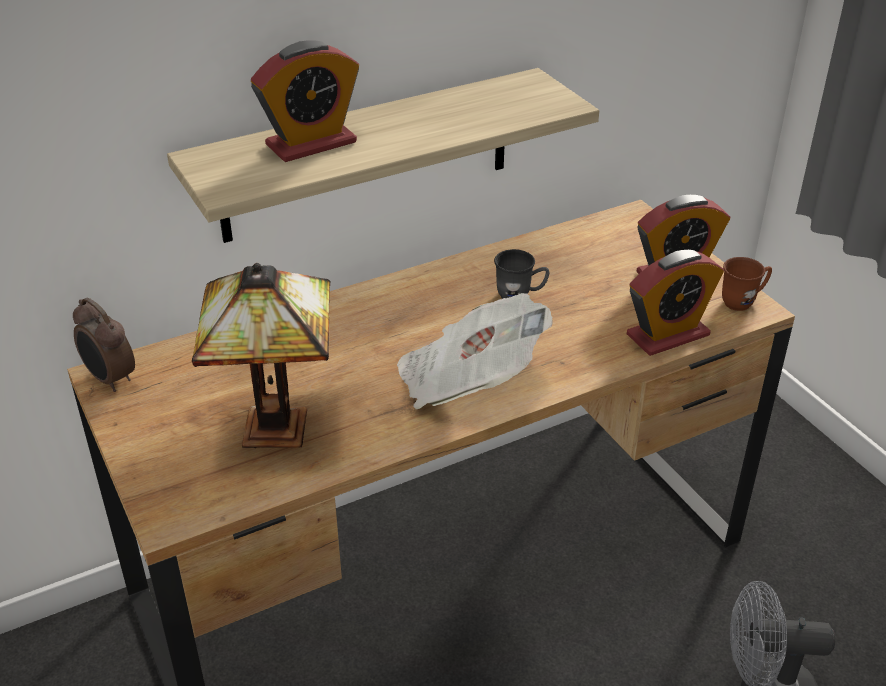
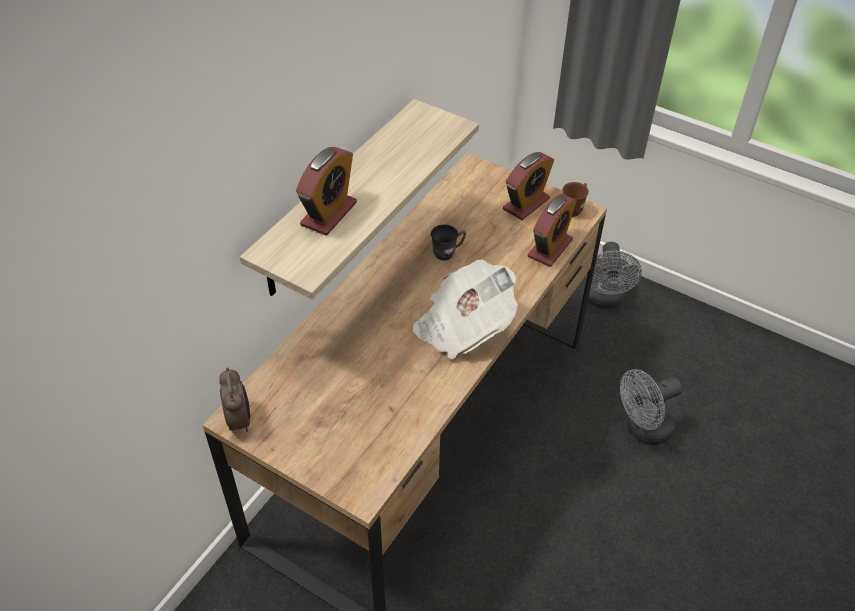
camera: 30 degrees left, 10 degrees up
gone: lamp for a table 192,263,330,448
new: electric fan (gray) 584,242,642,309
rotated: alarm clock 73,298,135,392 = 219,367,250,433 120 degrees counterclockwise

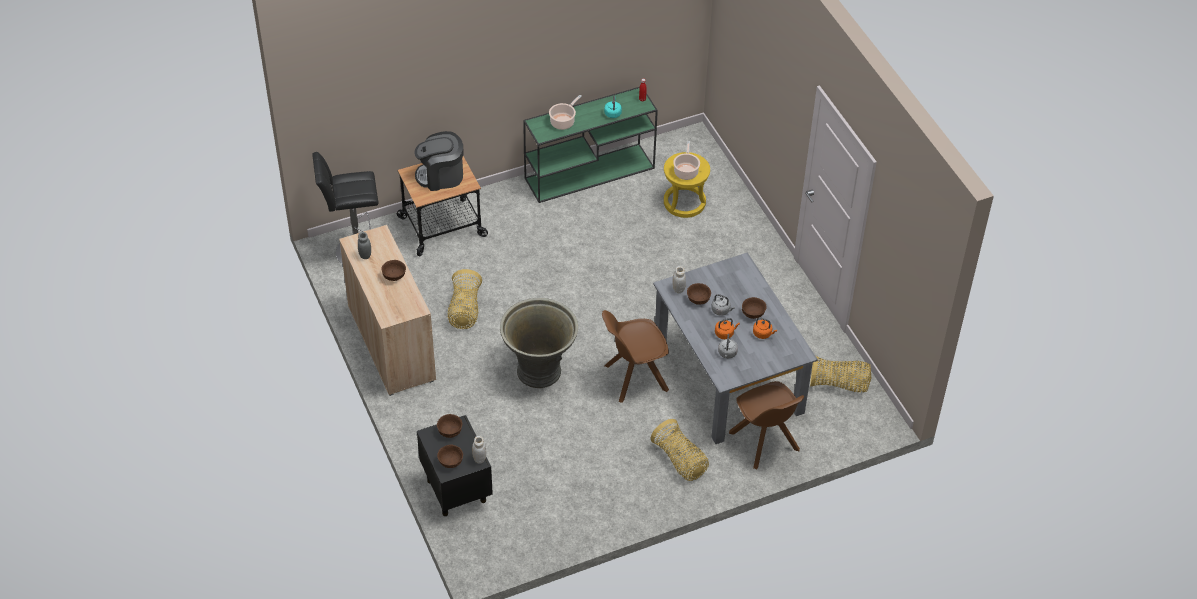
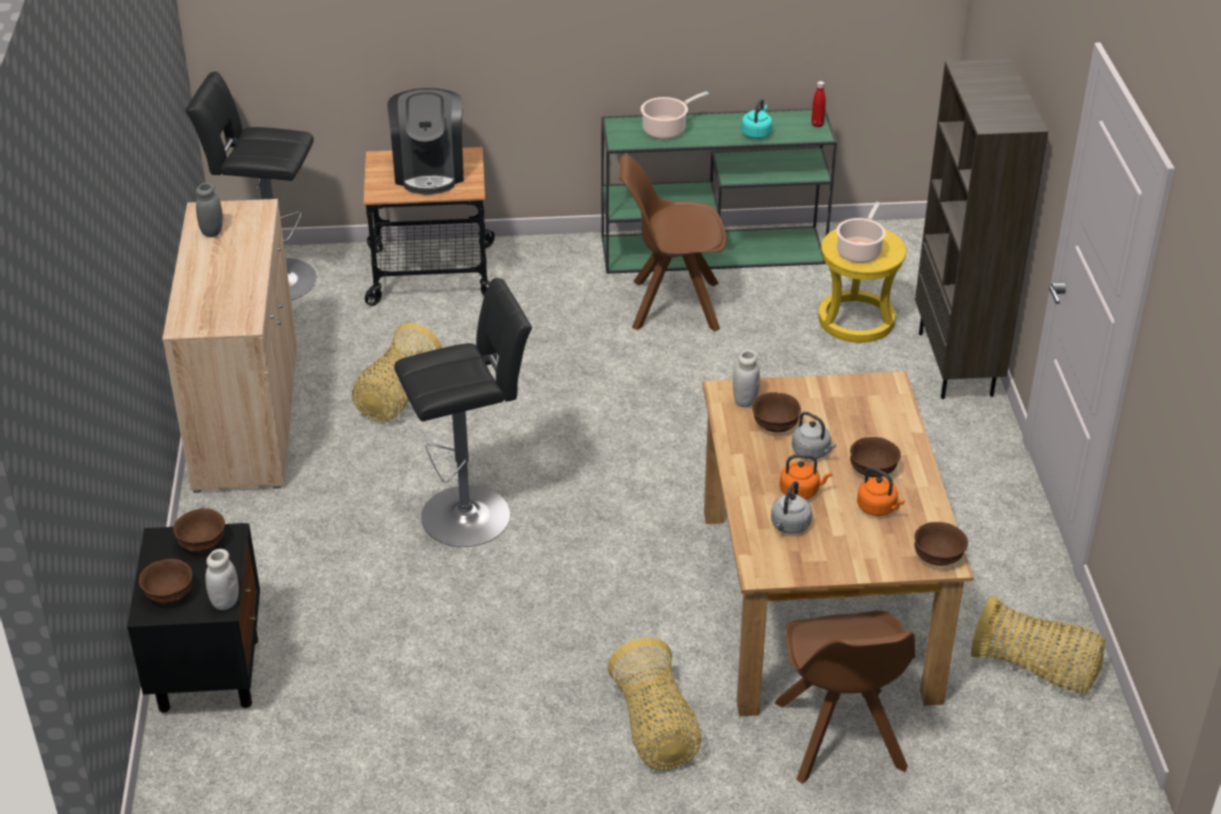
camera: 20 degrees right, 10 degrees down
new: shelving unit (brown-coloured) 915,59,1048,399
shifted: serving bowl (brown-coloured) 381,260,406,281 to 914,522,968,566; chair (brown-coloured) 602,310,669,403 to 619,154,726,331
swapped: planter (gray) 500,298,578,388 to sitting stool (blackish) 394,278,532,547
repainted: dining table (gray) 653,252,818,444 to dining table (brown-coloured) 702,371,974,717
rotated: coffee brewer 414,131,463,191 = 387,88,464,195 105 degrees counterclockwise

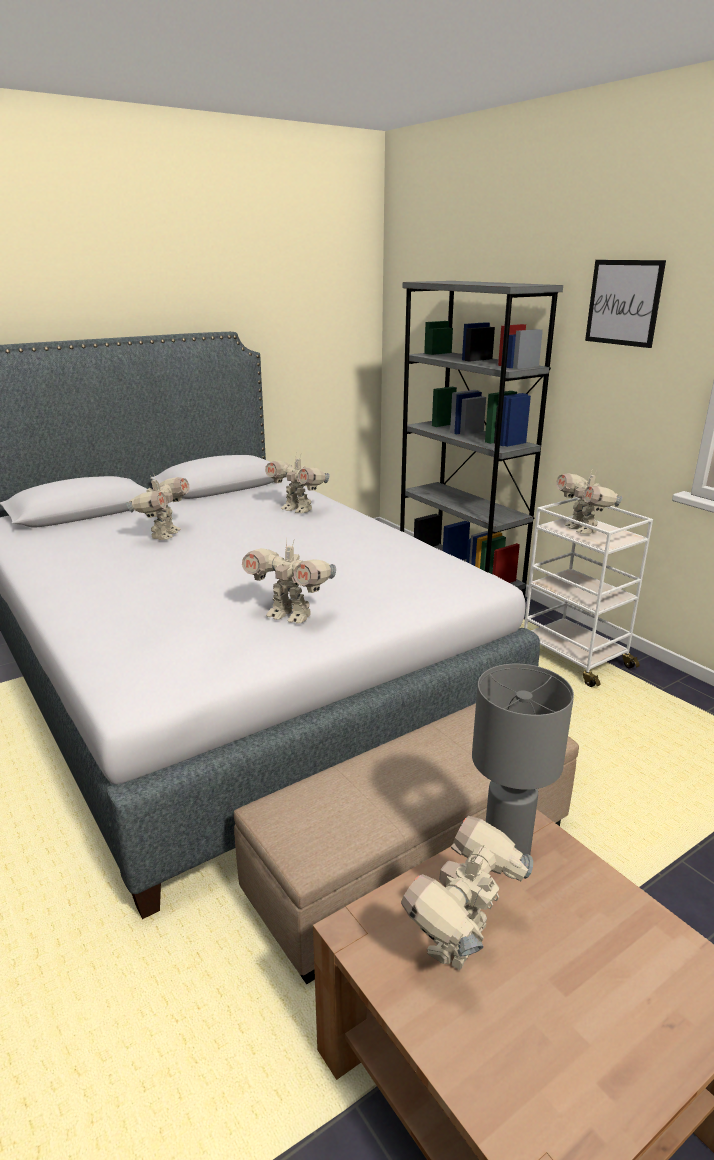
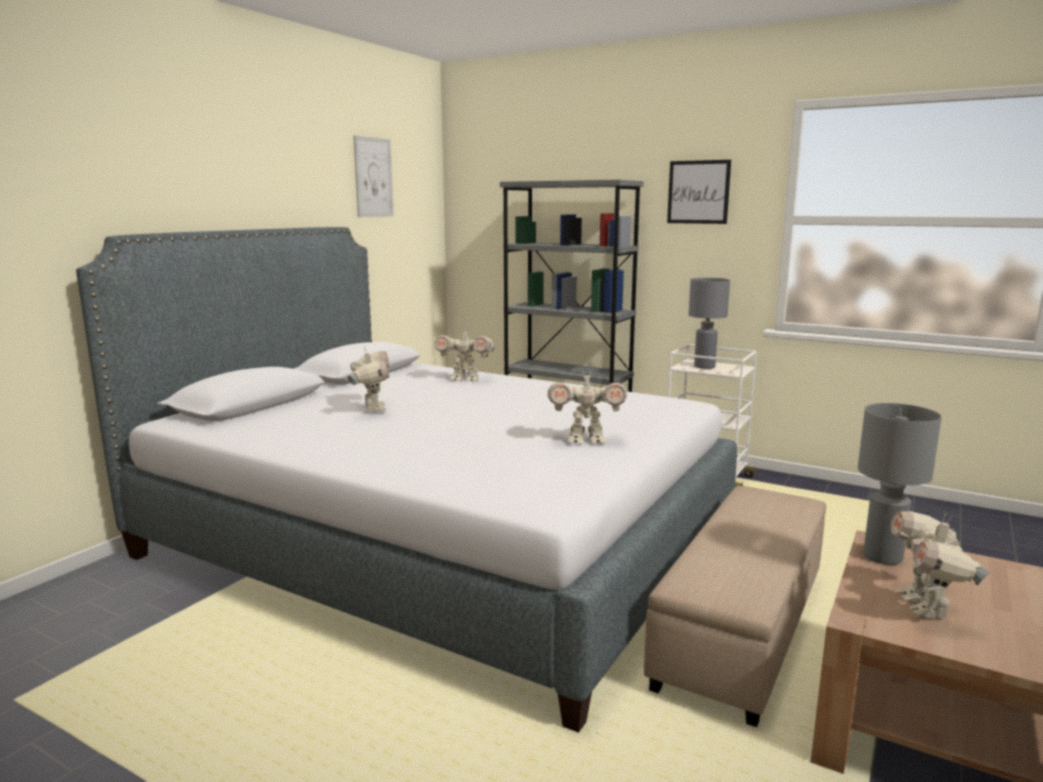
camera: 25 degrees left, 10 degrees down
new: wall art 353,135,394,217
swapped: toy robot 556,468,623,534 to lamp for a table (gray) 689,278,730,369

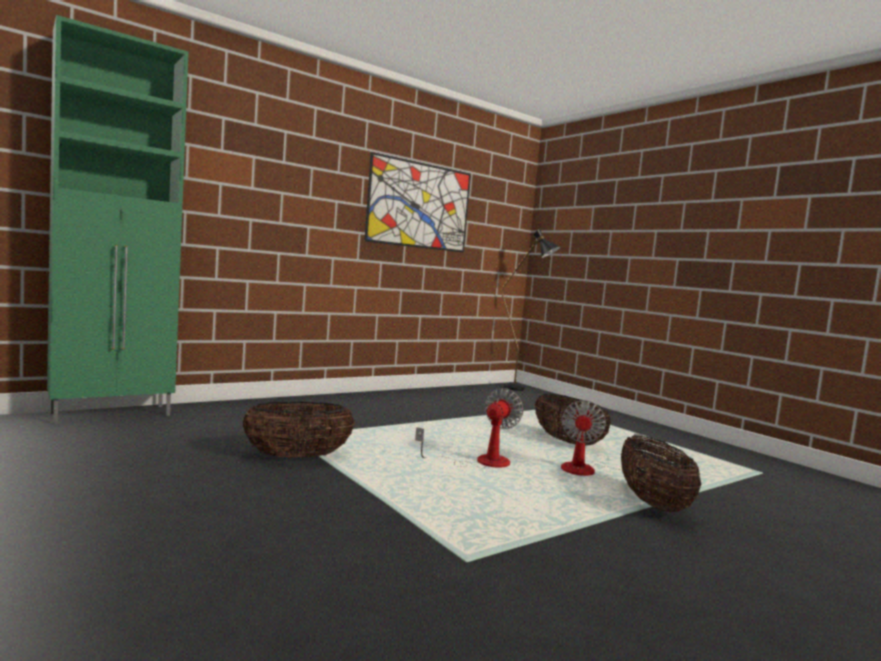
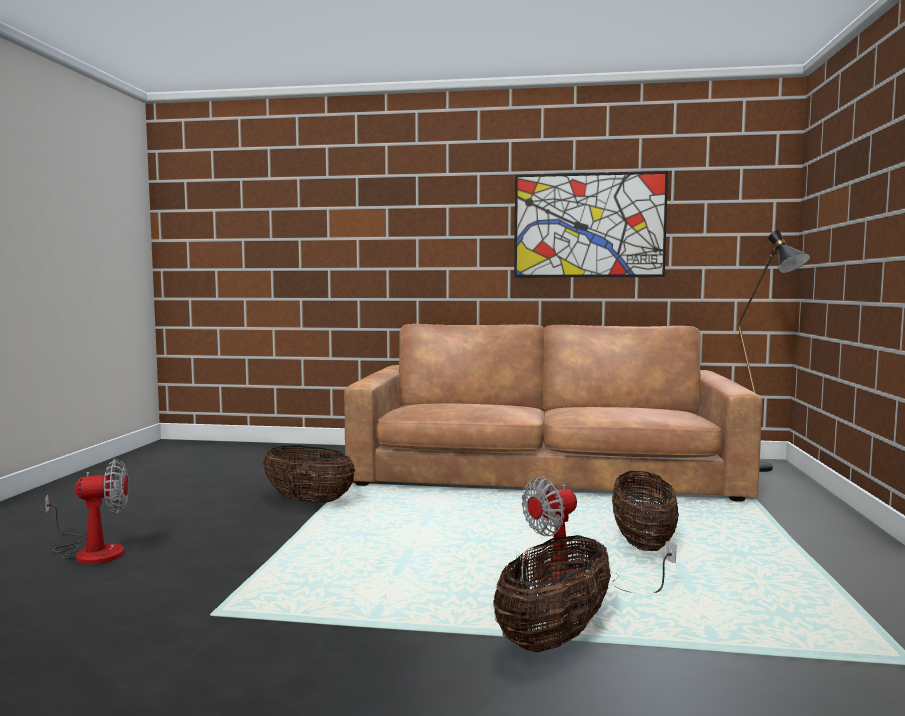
camera: 45 degrees right, 0 degrees up
gone: storage cabinet (green) 47,15,189,424
new: settee (brown-coloured) 344,324,762,502
shifted: electric fan 415,388,523,468 to 45,459,129,564

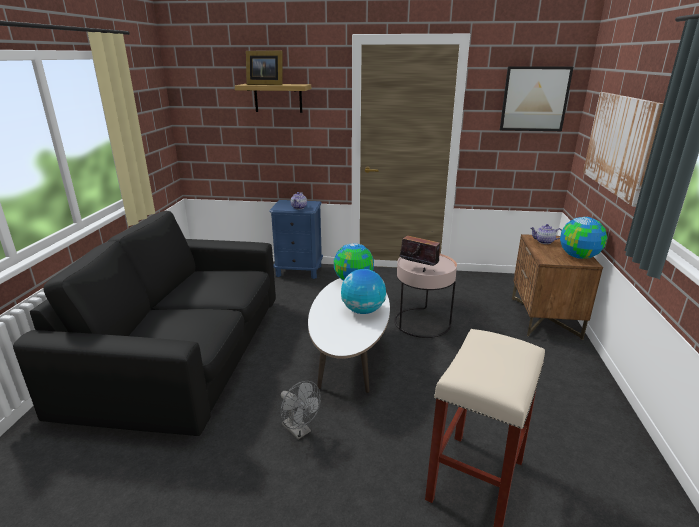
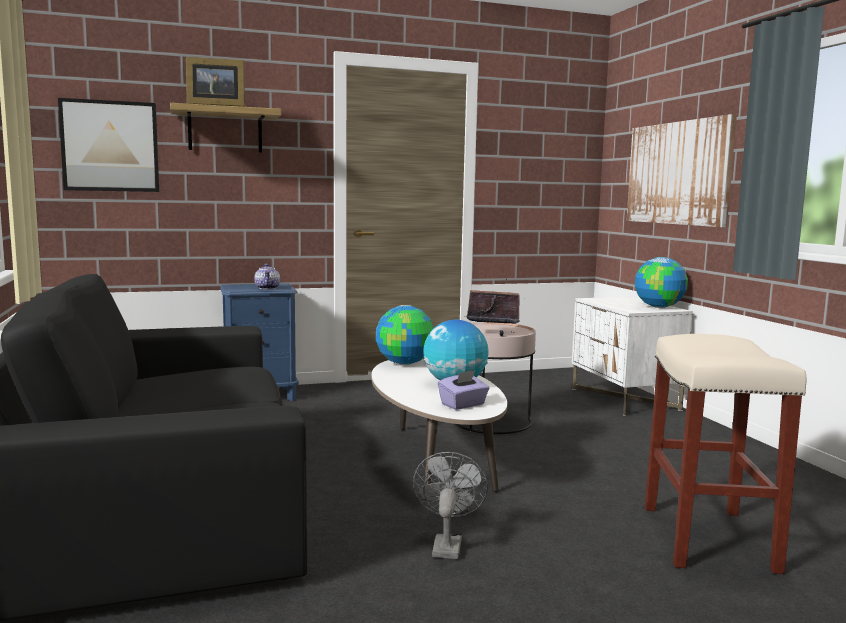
camera: 25 degrees left, 15 degrees down
gone: tea pot 531,224,562,244
new: tissue box (purple) 438,370,489,410
shifted: wall art 500,66,573,131 to 58,98,159,192
repainted: bedside table (brown-coloured) 512,234,603,340 to bedside table (white) 572,297,693,416
rotated: electric fan (gray) 280,381,321,440 = 413,452,488,559 105 degrees counterclockwise

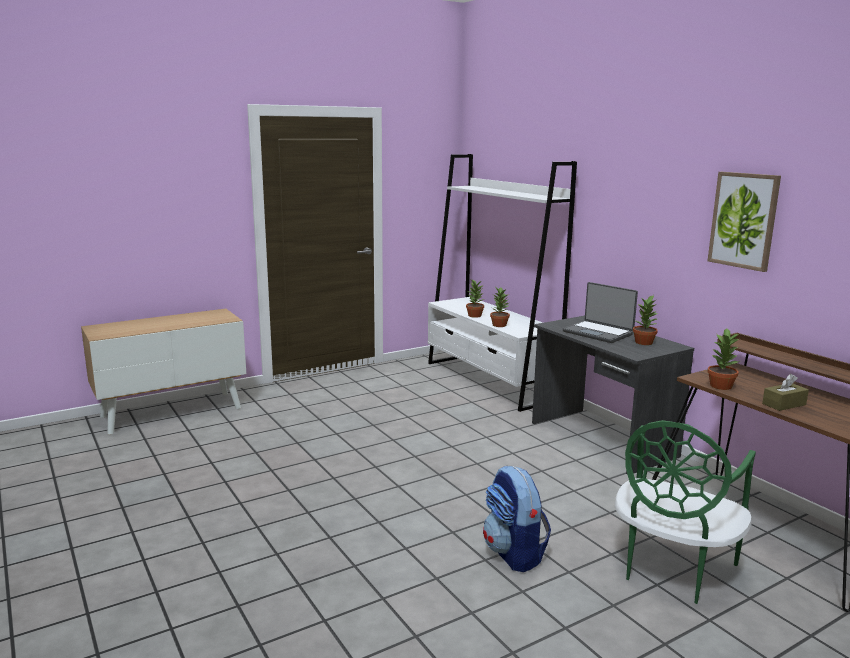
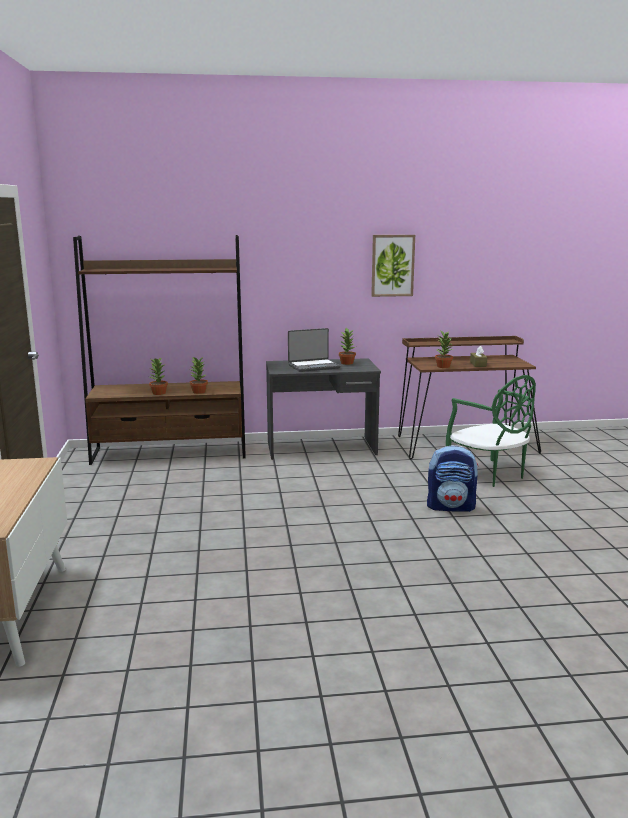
camera: 65 degrees left, 0 degrees up
repainted: shelving unit (white) 428,154,577,412 to shelving unit (brown-coloured) 73,235,246,465

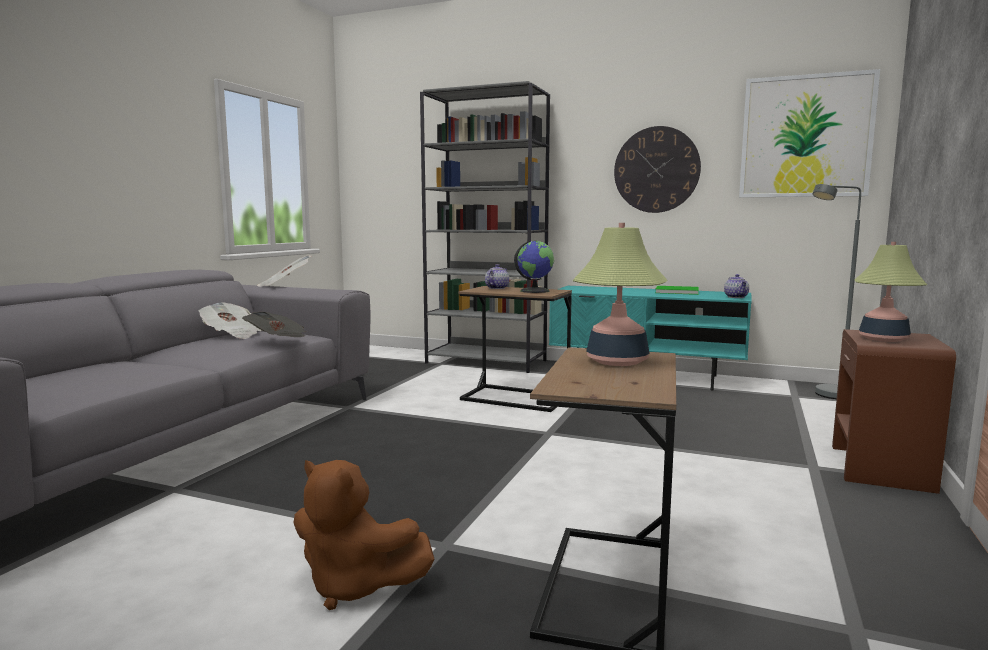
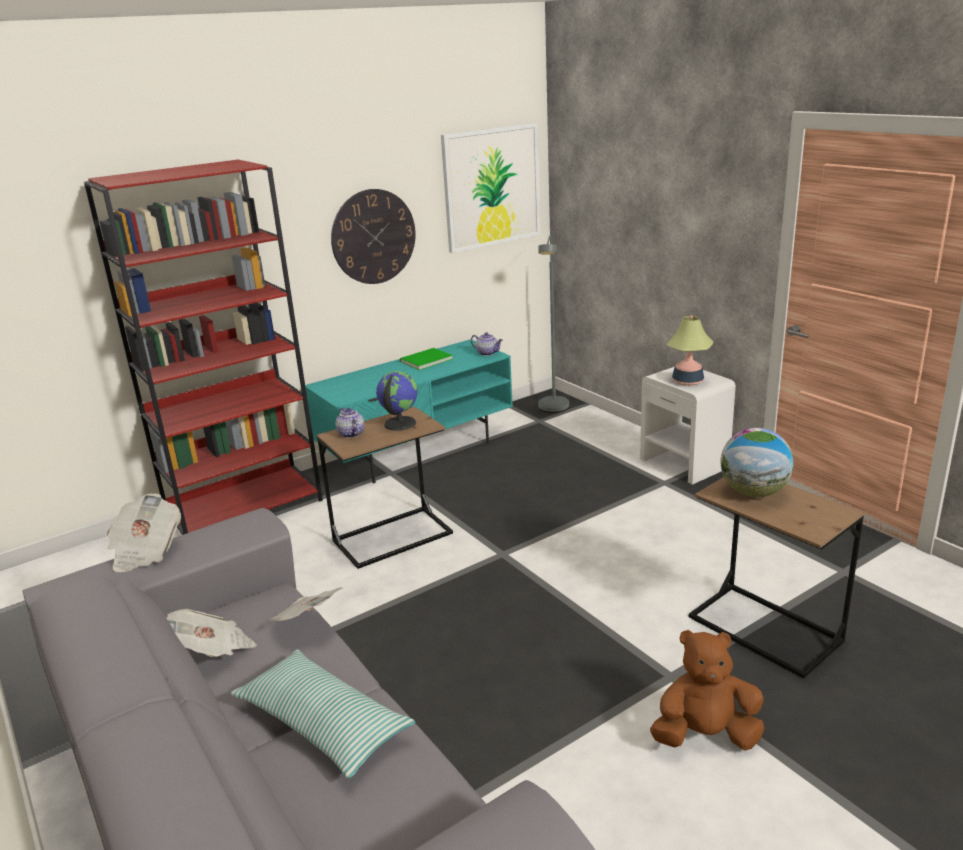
camera: 55 degrees left, 15 degrees up
new: pillow 230,649,415,778
swapped: lamp for a table 572,223,667,366 to desk globe 720,428,794,497
repainted: shelving unit (gray) 420,81,550,373 to shelving unit (reddish) 84,160,323,535; bedside table (brown-coloured) 832,329,956,494 to bedside table (white) 640,367,736,485
rotated: cuddly toy (brown-coloured) 293,460,434,610 = 650,630,765,751 150 degrees counterclockwise

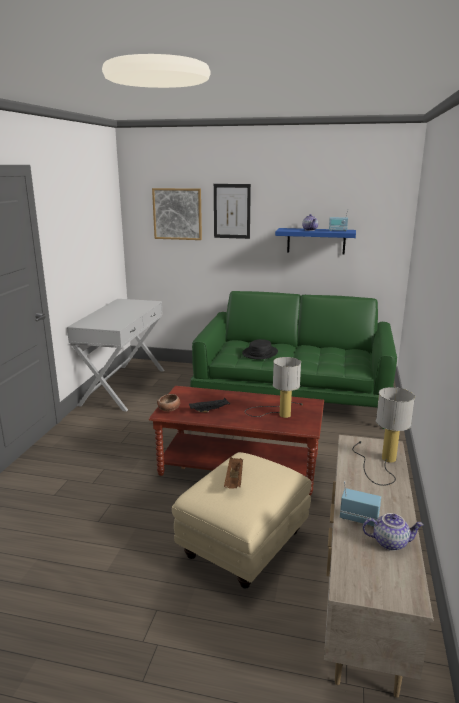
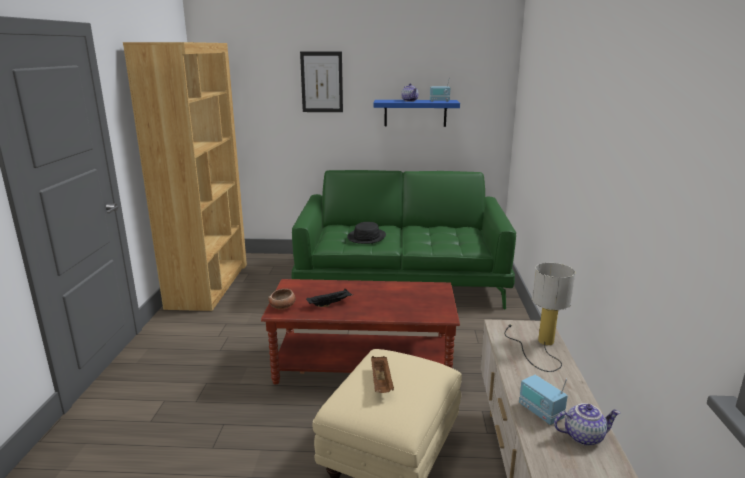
camera: 10 degrees left, 0 degrees up
gone: wall art 152,188,202,240; lamp for a table 245,357,303,418
swapped: narrow table (white) 67,299,165,411 to shelving unit (brown-coloured) 123,42,247,311
rotated: radio set 340,481,381,527 = 519,375,568,425 135 degrees counterclockwise

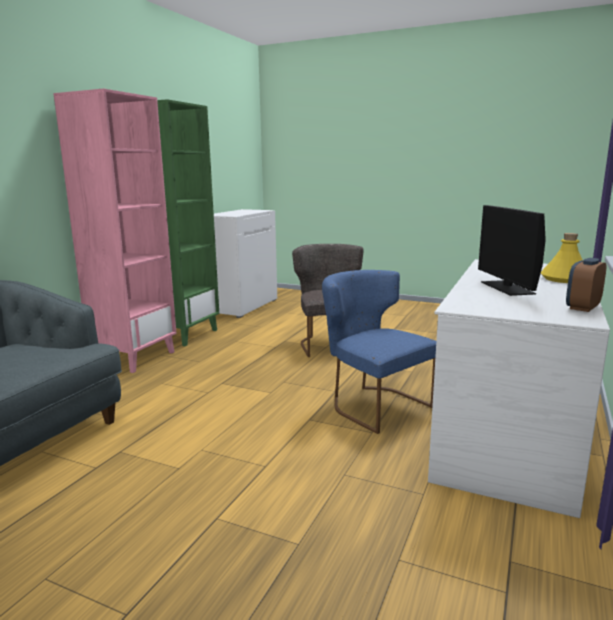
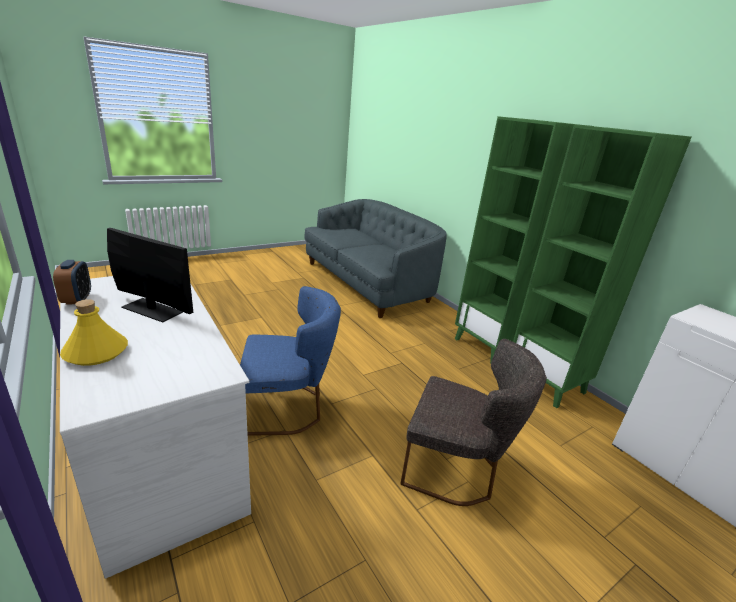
camera: 120 degrees right, 10 degrees up
repainted: shelving unit (pink) 53,89,177,373 to shelving unit (green) 455,116,588,364

